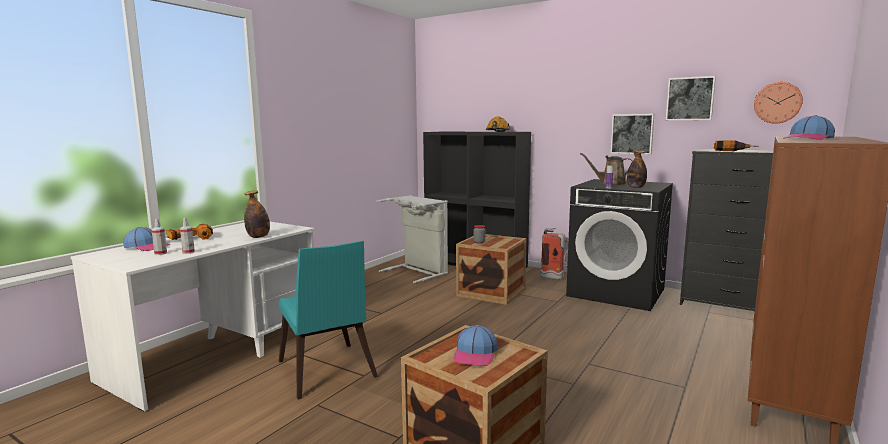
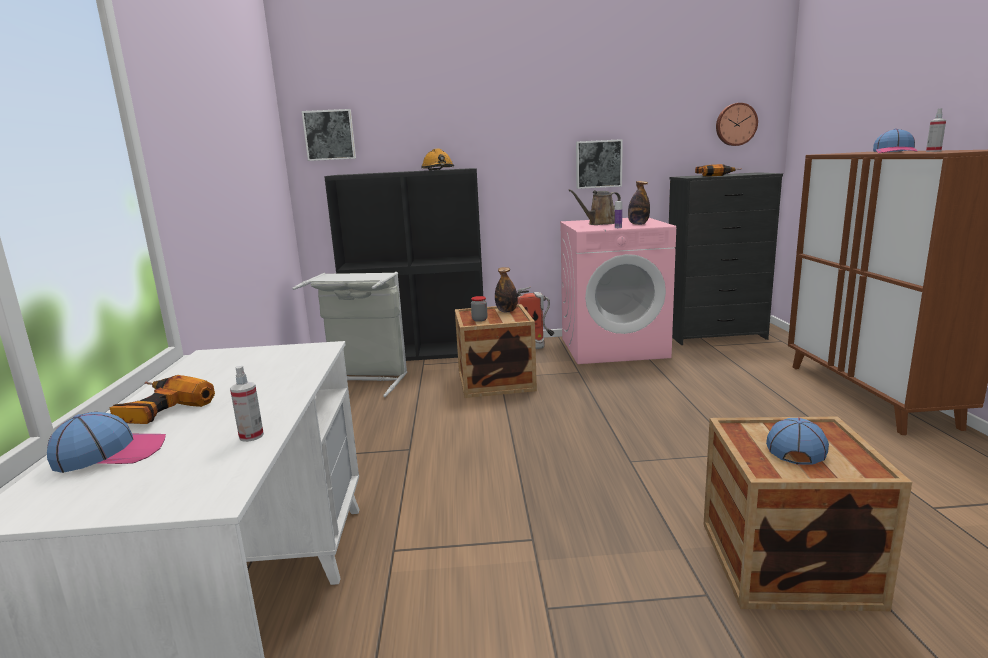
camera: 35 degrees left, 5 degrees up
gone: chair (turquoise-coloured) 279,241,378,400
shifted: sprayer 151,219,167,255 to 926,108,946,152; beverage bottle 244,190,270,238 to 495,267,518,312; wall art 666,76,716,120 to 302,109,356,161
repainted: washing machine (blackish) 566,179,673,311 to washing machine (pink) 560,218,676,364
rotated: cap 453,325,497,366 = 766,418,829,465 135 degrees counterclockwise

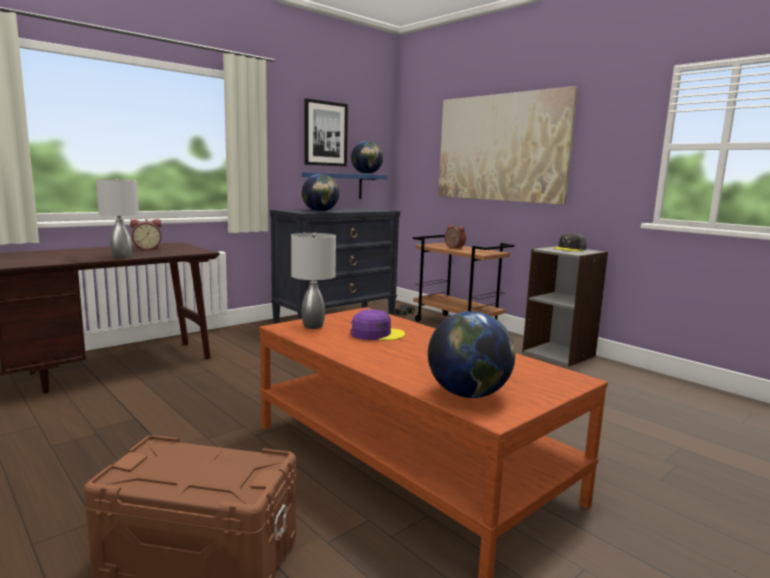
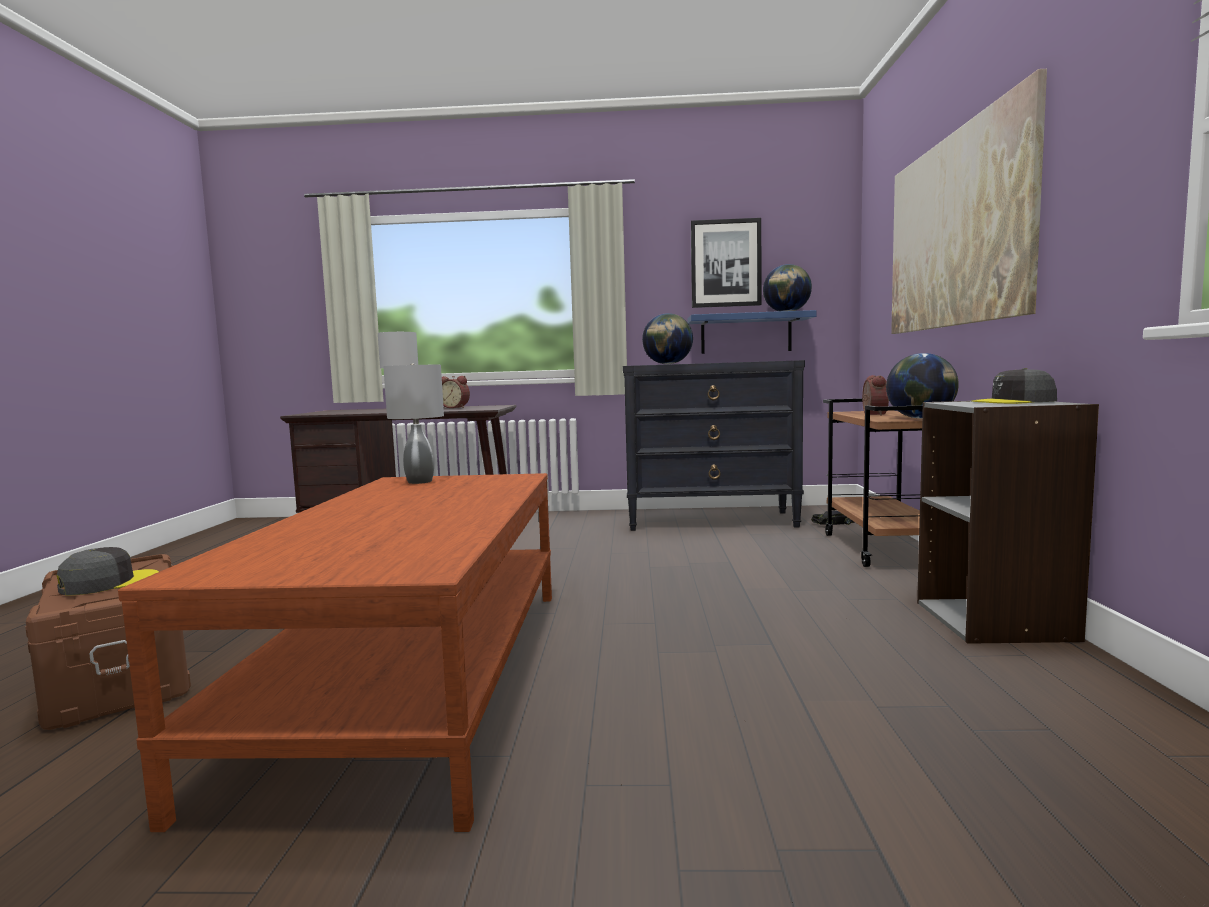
camera: 45 degrees right, 5 degrees down
gone: cap (purple) 351,309,405,341
new: cap (gray) 56,547,159,596
shifted: desk globe 428,311,515,398 to 886,353,959,418

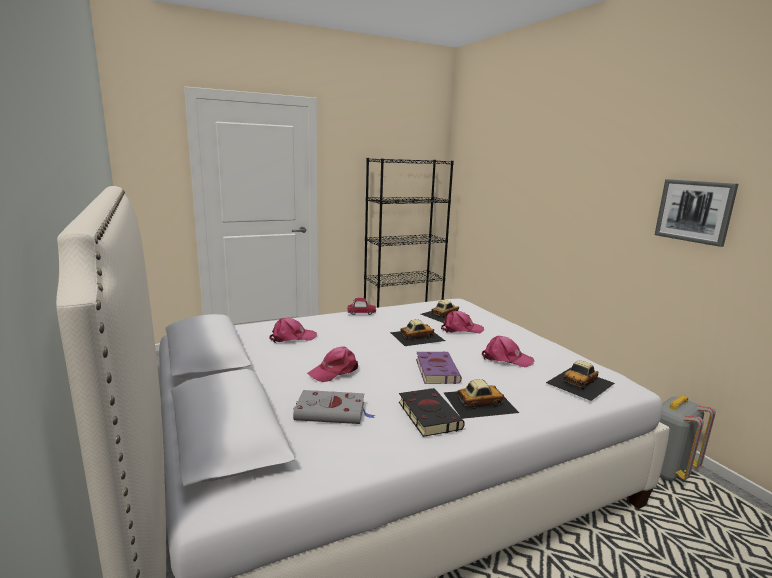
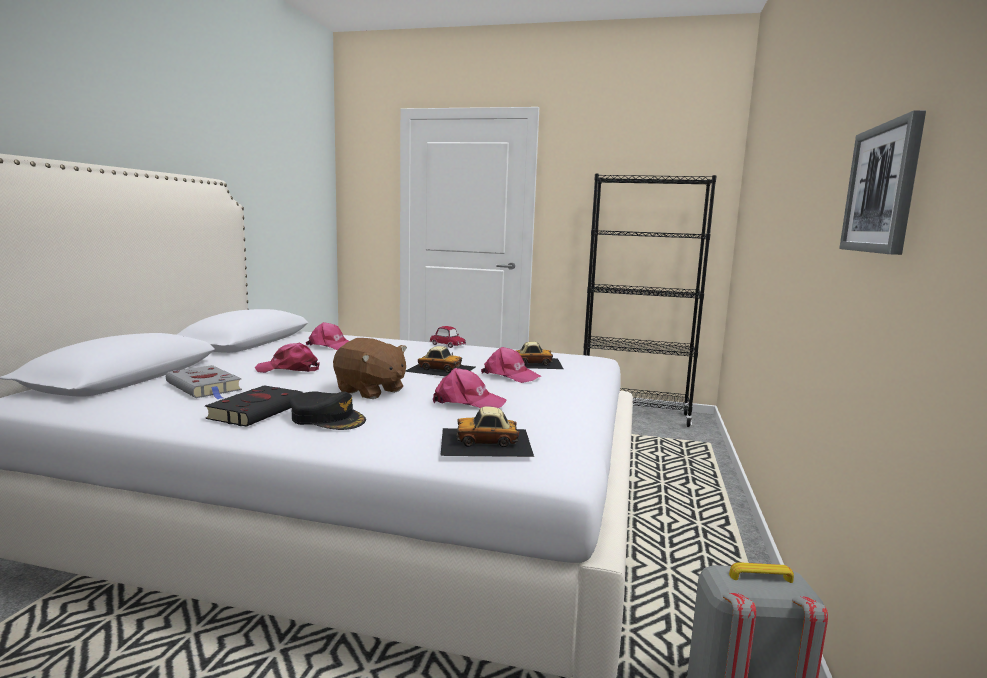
camera: 40 degrees right, 5 degrees down
swapped: book (purple) 416,352,462,384 to cuddly toy (brown-coloured) 333,338,407,399; model car 444,379,519,419 to cap (blackish) 290,391,366,430
rotated: cap (pink) 482,336,534,367 = 433,368,507,408 45 degrees counterclockwise

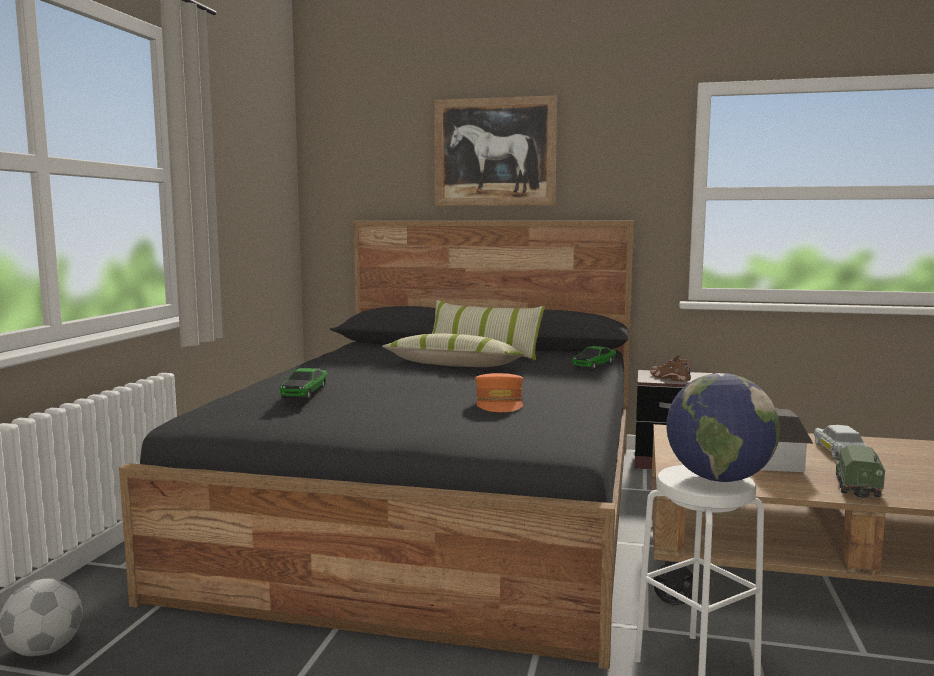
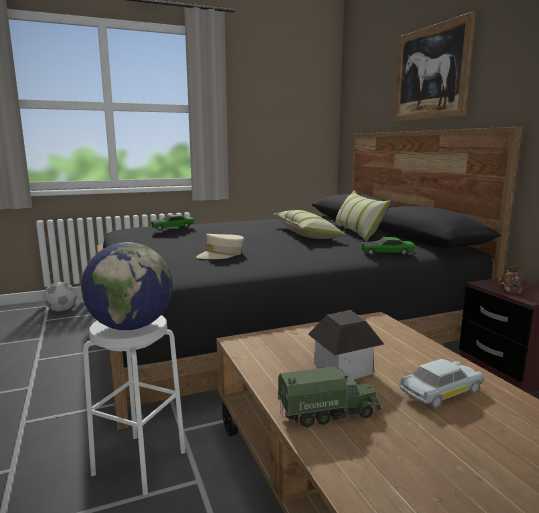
camera: 55 degrees right, 5 degrees up
repainted: cap (orange) 475,373,523,412 to cap (beige) 196,234,244,259

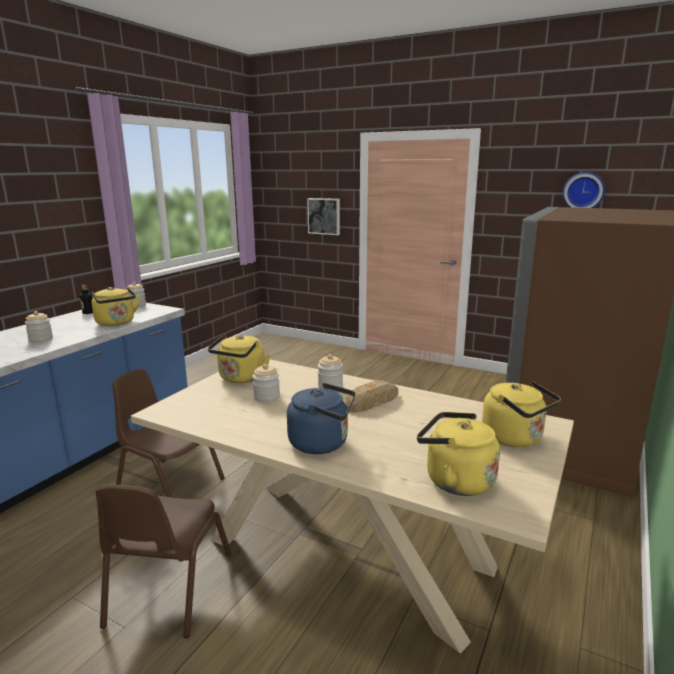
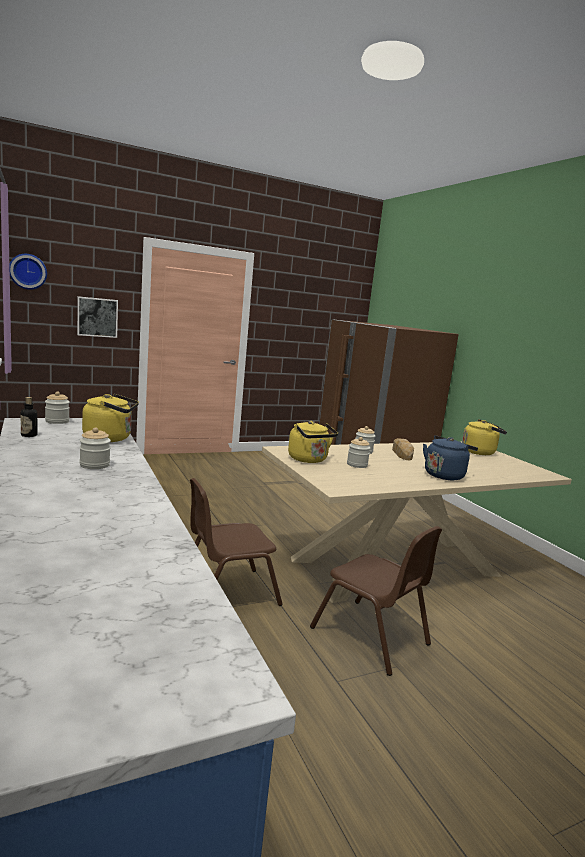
camera: 55 degrees left, 5 degrees down
gone: tea kettle (yellow) 417,412,500,496
shifted: wall clock 563,172,605,208 to 9,254,47,290

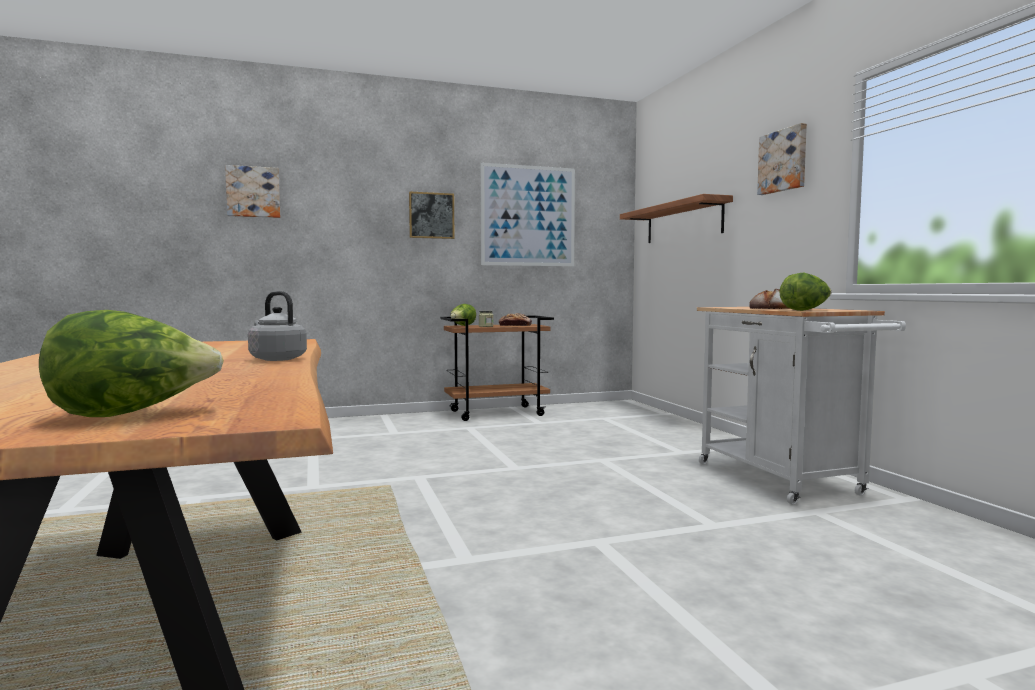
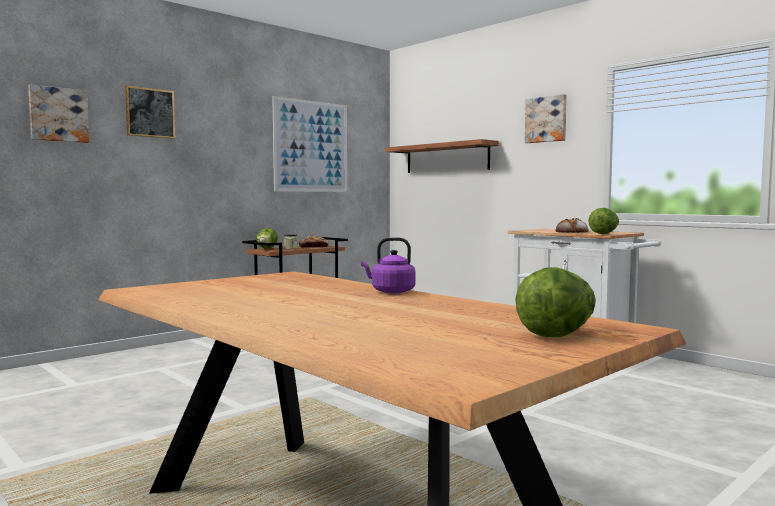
camera: 25 degrees left, 0 degrees up
shifted: wall art 409,191,455,239 to 125,86,175,139
repainted: tea kettle (gray) 248,291,307,361 to tea kettle (purple) 361,237,415,293

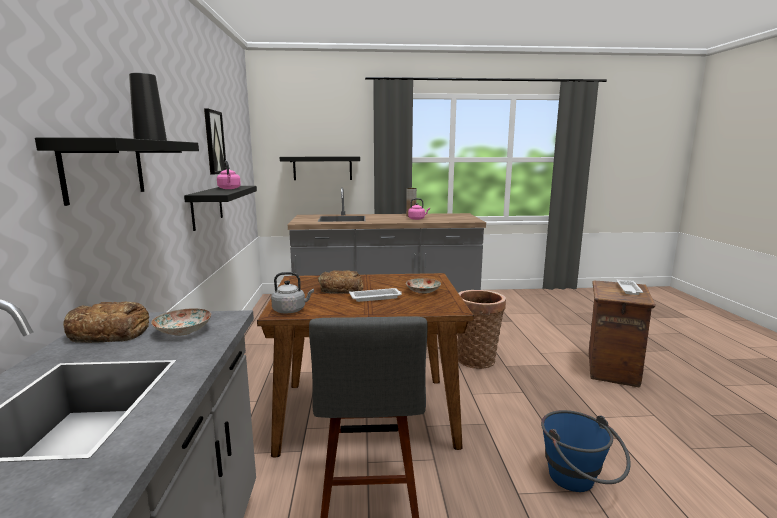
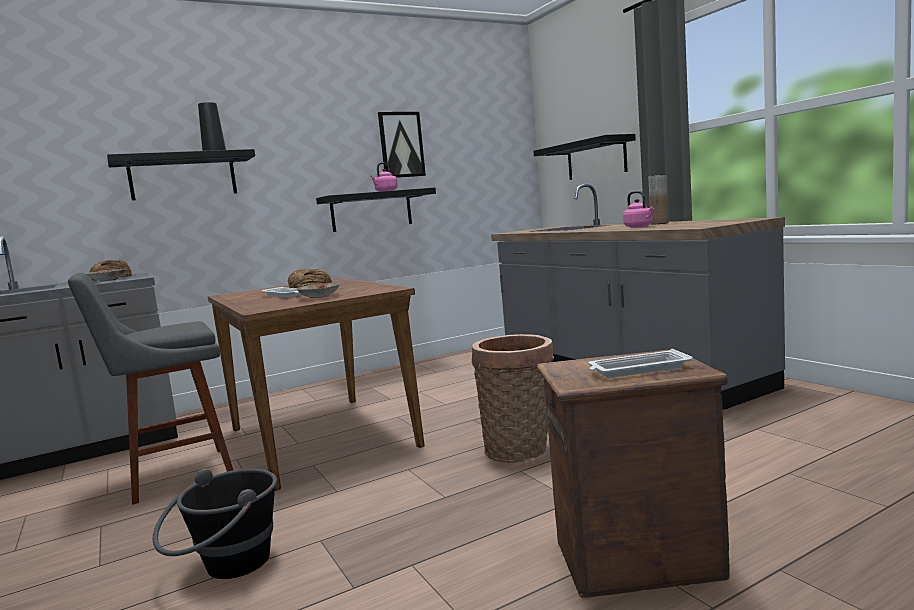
camera: 65 degrees right, 5 degrees down
gone: tea kettle (gray) 271,272,314,313
repainted: pail (blue-coloured) 541,410,631,492 to pail (blackish) 152,469,277,579

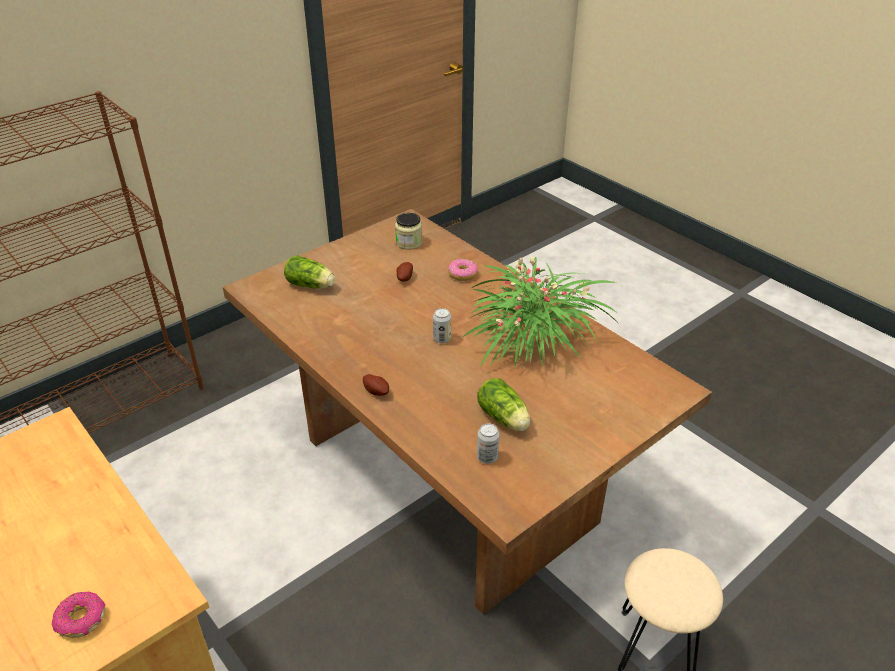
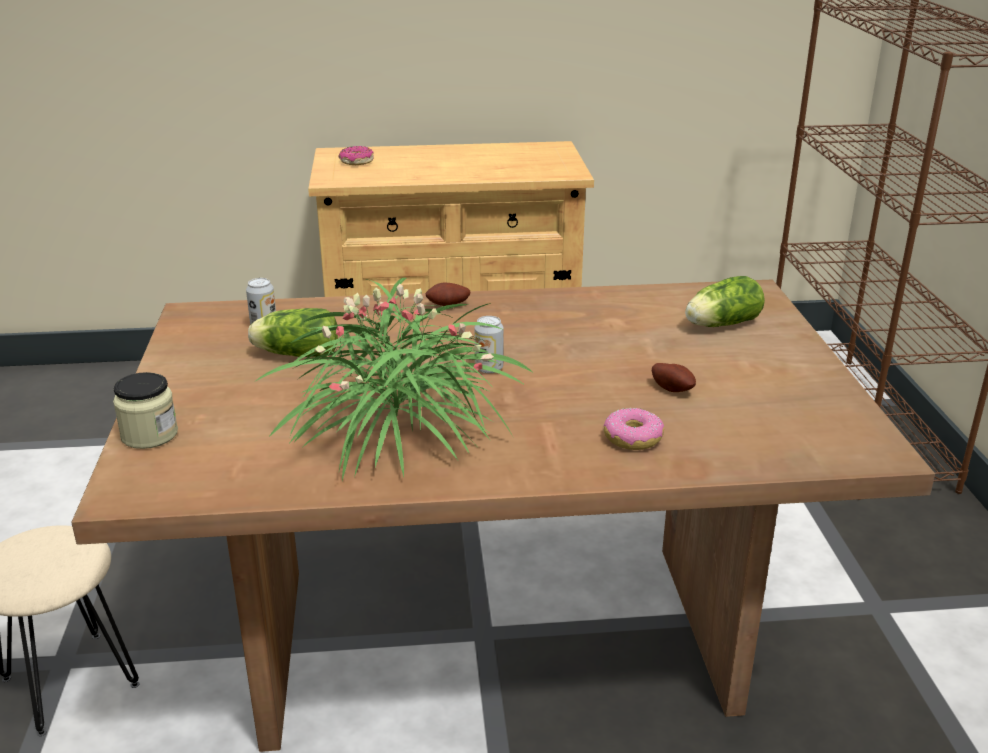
camera: 125 degrees right, 10 degrees down
shifted: storage jar 395,212,422,250 to 113,372,178,449

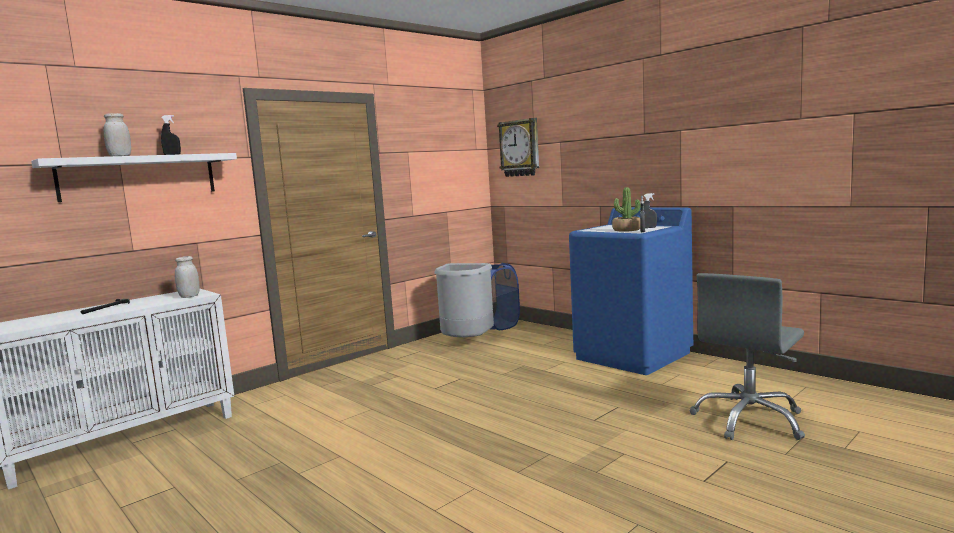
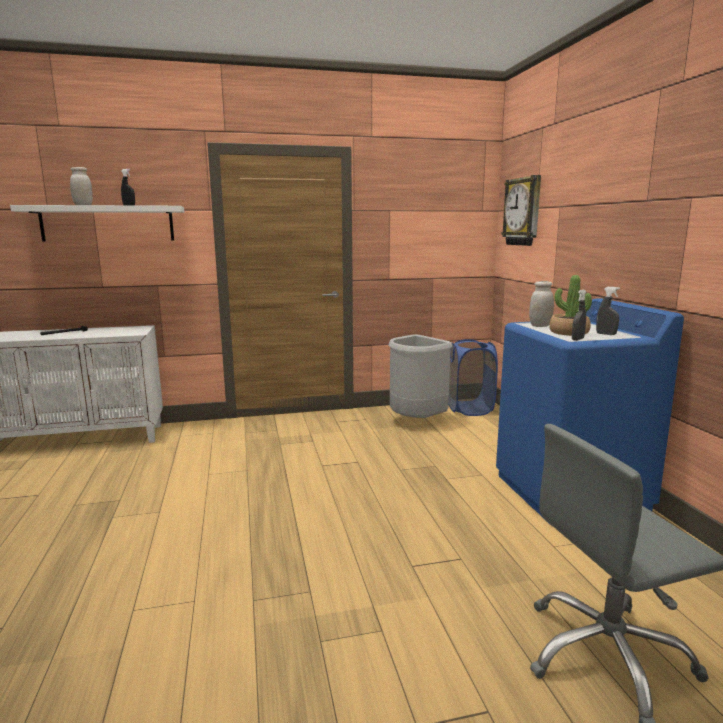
camera: 30 degrees right, 5 degrees up
shifted: storage jar (white) 175,256,200,298 to 529,281,554,327

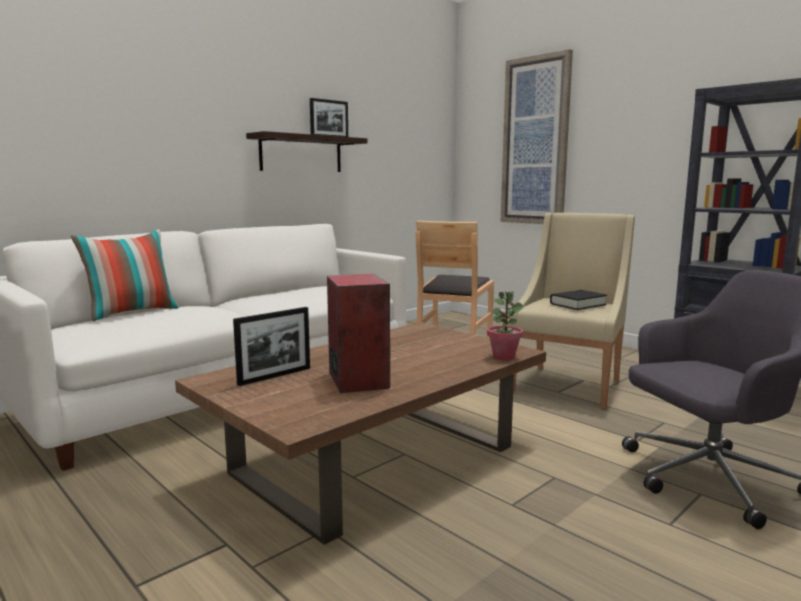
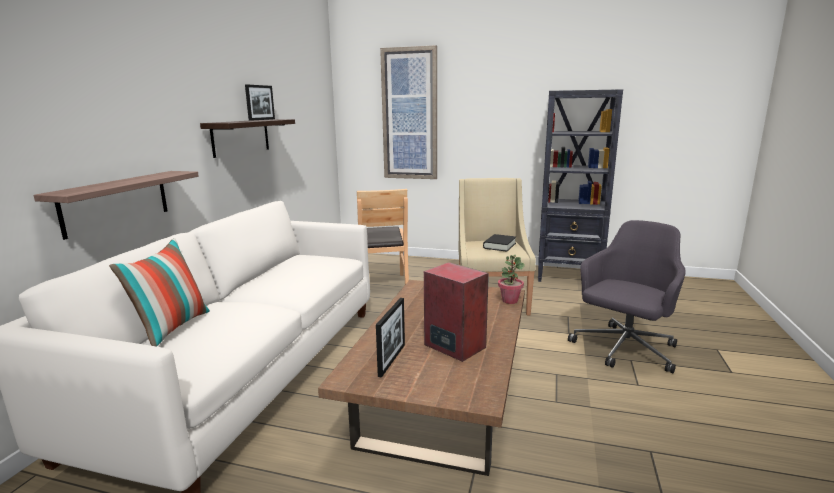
camera: 30 degrees left, 5 degrees up
new: bracket shelf 34,171,199,240

